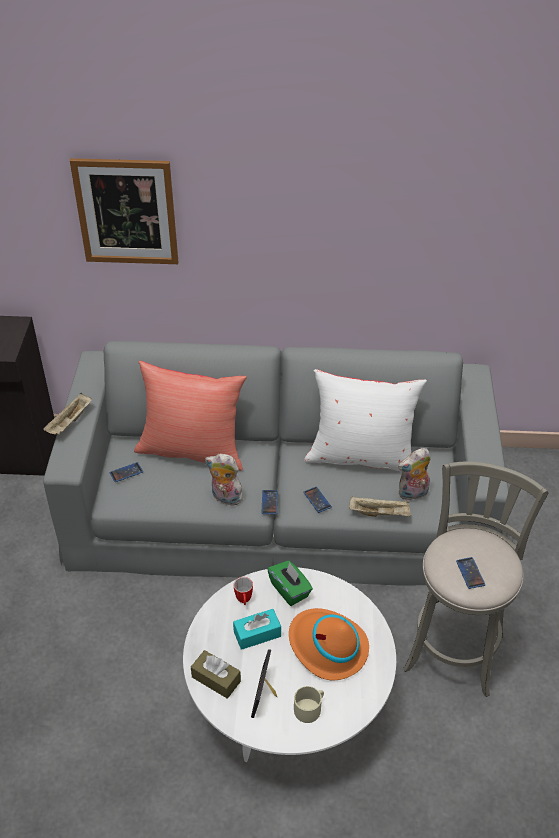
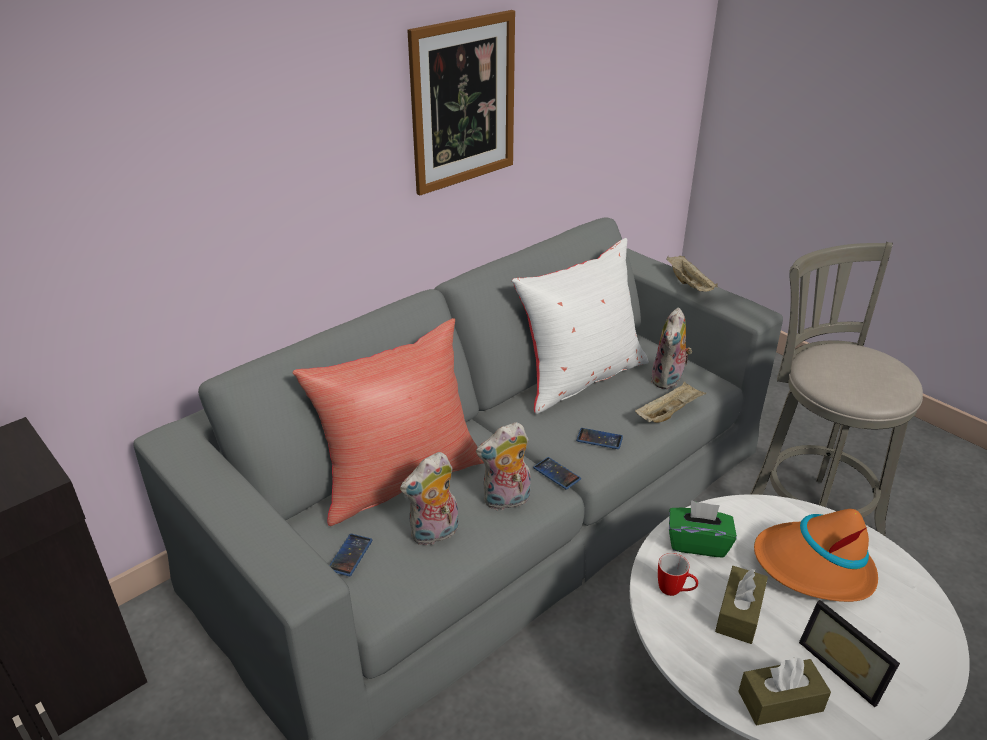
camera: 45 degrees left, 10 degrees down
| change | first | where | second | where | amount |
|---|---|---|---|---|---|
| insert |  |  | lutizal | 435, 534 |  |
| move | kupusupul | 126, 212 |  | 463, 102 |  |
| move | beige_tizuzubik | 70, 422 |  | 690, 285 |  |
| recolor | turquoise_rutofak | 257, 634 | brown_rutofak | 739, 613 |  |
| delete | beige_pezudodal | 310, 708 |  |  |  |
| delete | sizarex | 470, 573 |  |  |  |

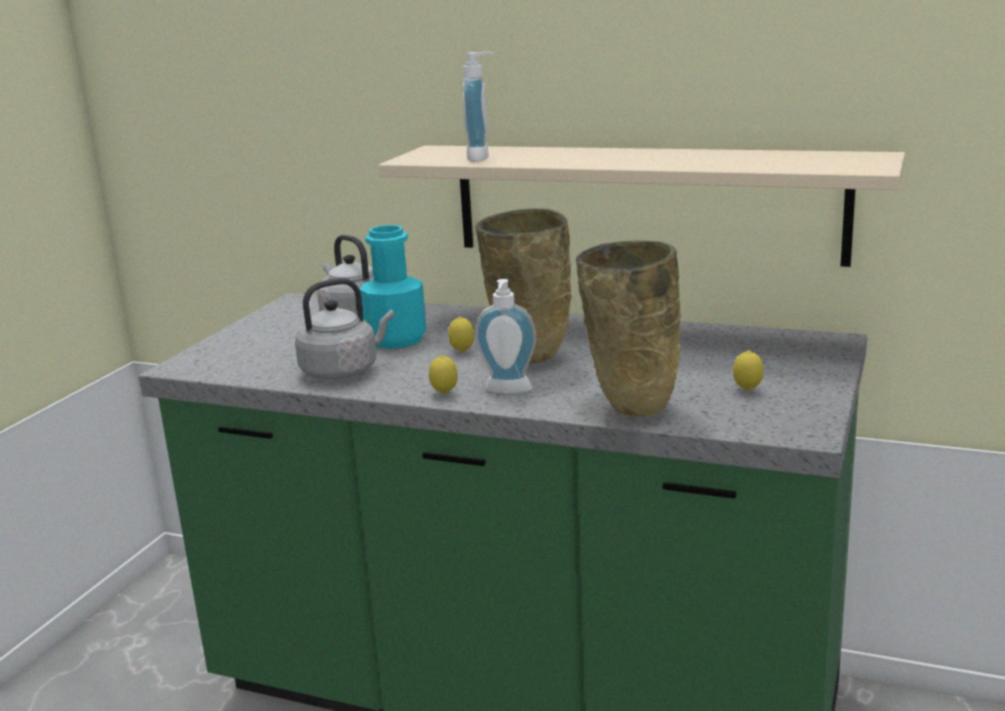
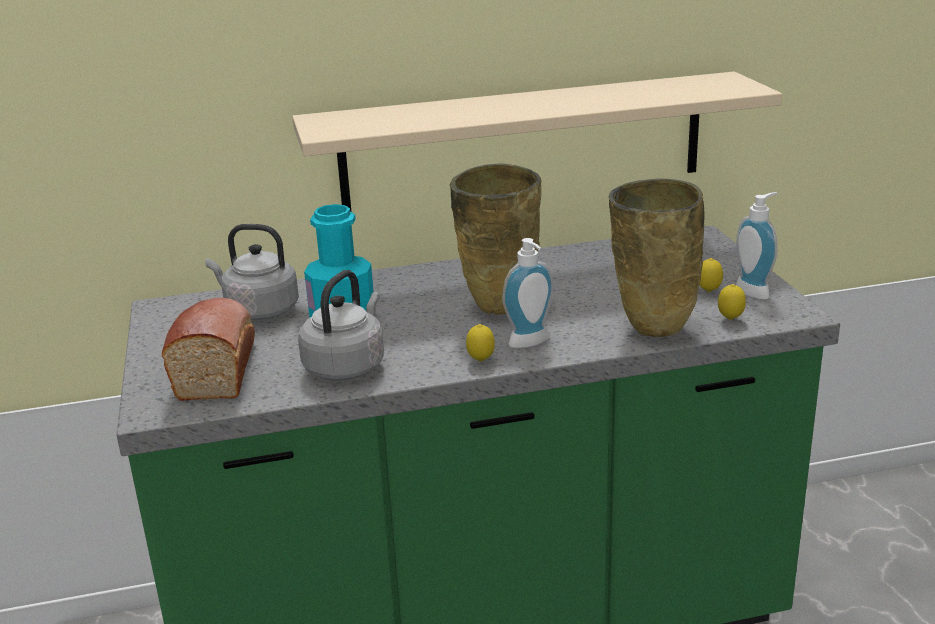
camera: 35 degrees left, 5 degrees up
| change | first | where | second | where | amount |
|---|---|---|---|---|---|
| insert |  |  | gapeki | 218, 368 |  |
| move | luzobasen | 462, 352 |  | 730, 319 |  |
| move | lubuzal | 483, 157 |  | 756, 291 |  |

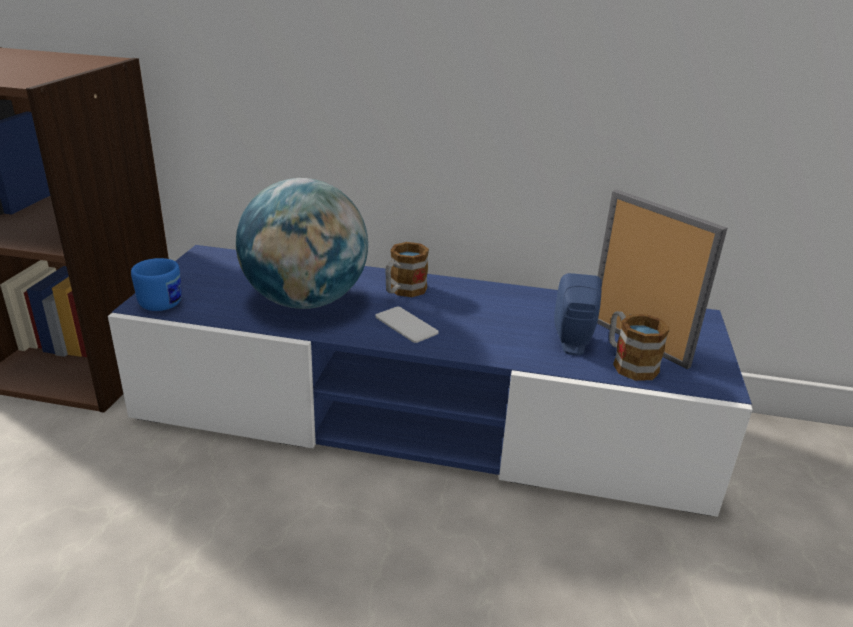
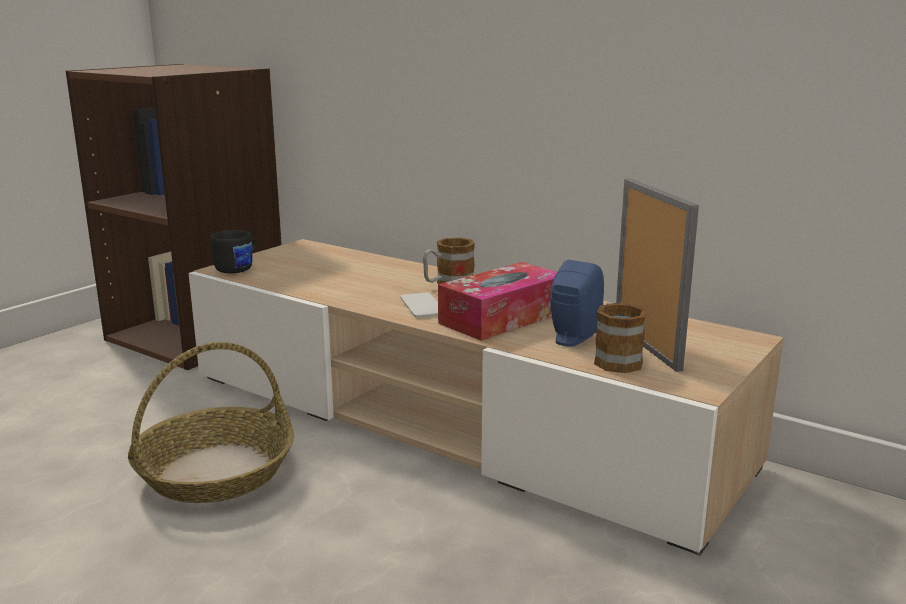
camera: 25 degrees right, 10 degrees down
| change | first | where | second | where | amount |
|---|---|---|---|---|---|
| insert |  |  | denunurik | 216, 471 |  |
| recolor | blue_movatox | 421, 417 | beige_movatox | 453, 419 |  |
| recolor | blue_pezudodal | 164, 301 | black_pezudodal | 239, 268 |  |
| insert |  |  | rutofak | 502, 318 |  |
| delete | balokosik | 305, 301 |  |  |  |

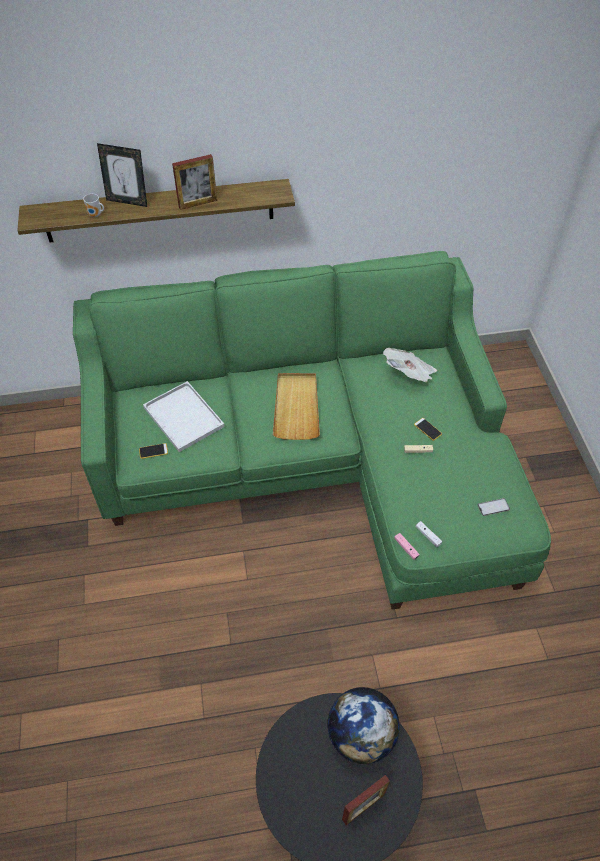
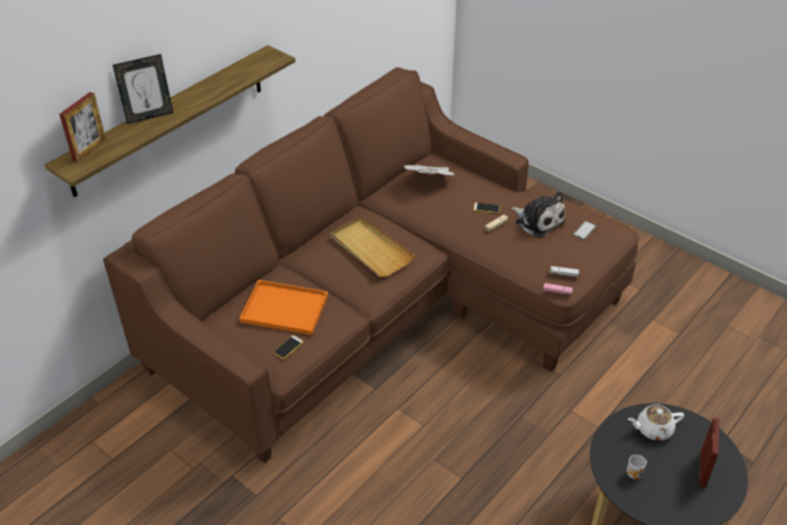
camera: 40 degrees left, 10 degrees down
| change | first | where | second | where | amount |
|---|---|---|---|---|---|
| move | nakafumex | 198, 203 |  | 89, 150 |  |
| recolor | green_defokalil | 317, 459 | brown_defokalil | 384, 307 |  |
| recolor | white_tizuzubik | 185, 417 | orange_tizuzubik | 286, 308 |  |
| insert |  |  | lutizal | 538, 221 |  |
| move | pezudodal | 96, 215 |  | 635, 474 |  |
| replace | balokosik | 361, 735 | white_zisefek | 653, 429 |  |

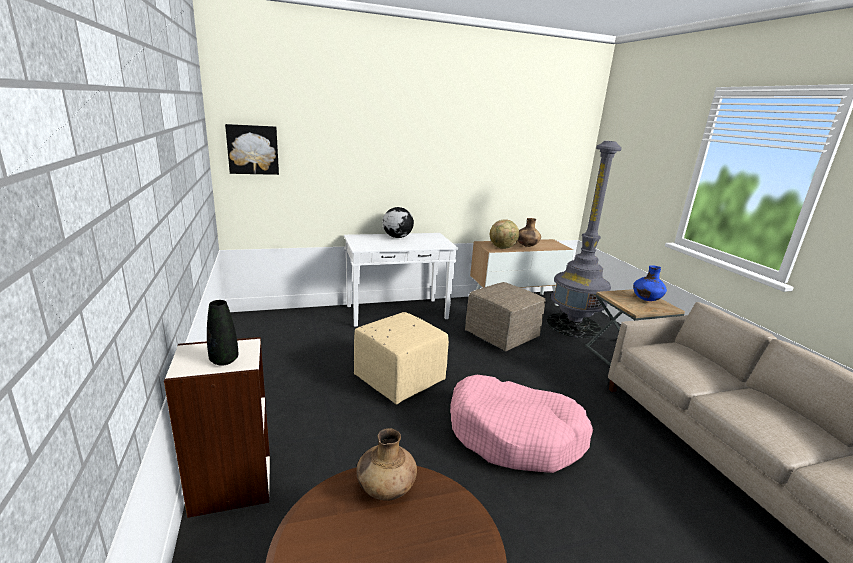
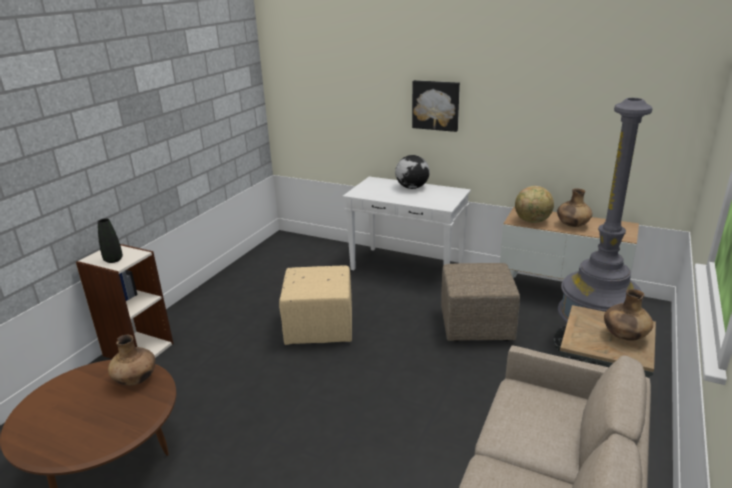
camera: 45 degrees right, 5 degrees up
| change | first | where | second | where | amount |
|---|---|---|---|---|---|
| move | kupusupul | 253, 149 |  | 436, 105 |  |
| recolor | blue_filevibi | 646, 300 | brown_filevibi | 624, 336 |  |
| delete | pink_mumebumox | 515, 435 |  |  |  |

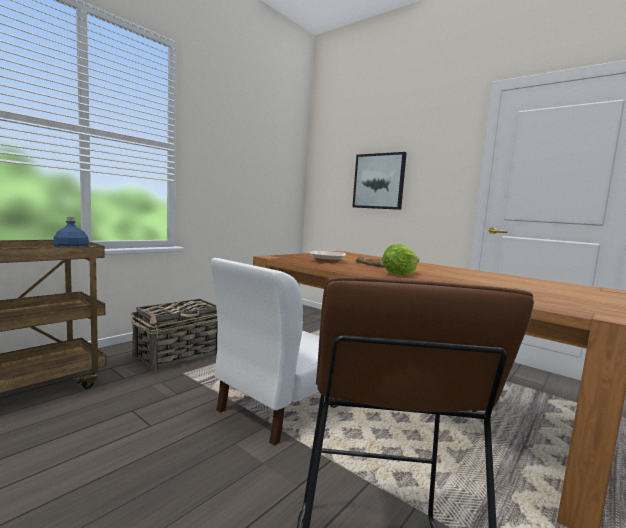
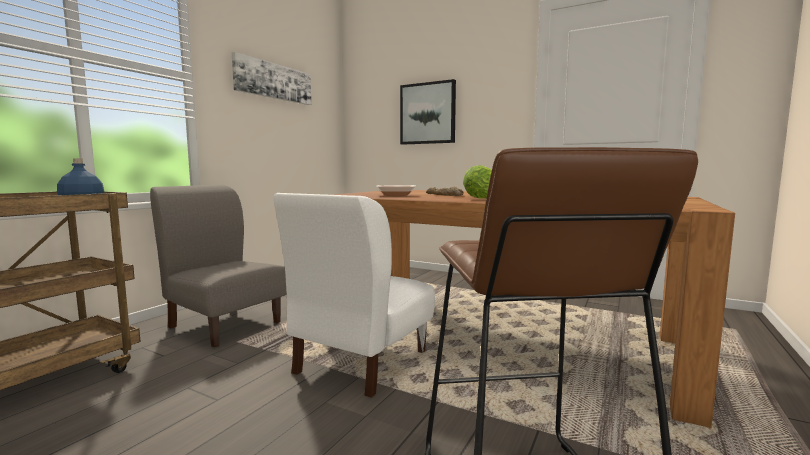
camera: 10 degrees left, 0 degrees up
| change | first | where | second | where | amount |
|---|---|---|---|---|---|
| replace | denunurik | 179, 355 | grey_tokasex | 225, 324 |  |
| insert |  |  | kupusupul | 273, 81 |  |

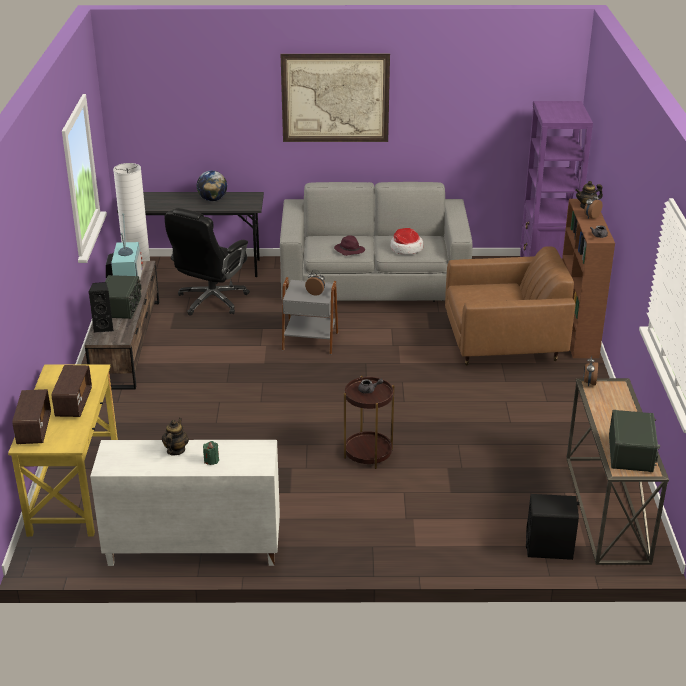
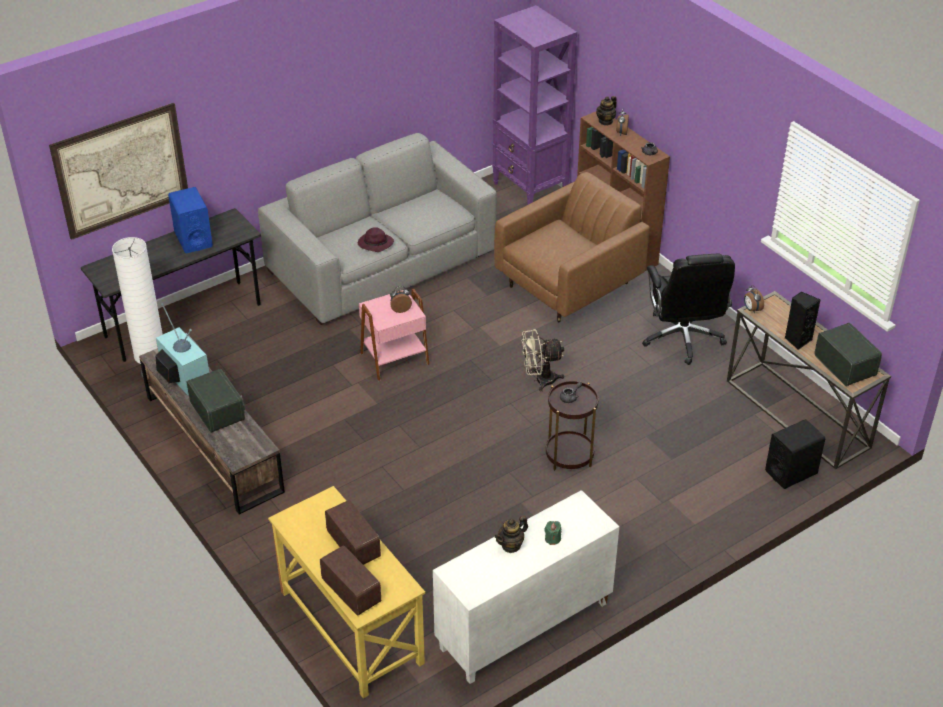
camera: 35 degrees left, 10 degrees up
| change | first | where | second | where | amount |
|---|---|---|---|---|---|
| move | kupusupul | 335, 98 |  | 121, 170 |  |
| replace | balokosik | 212, 199 | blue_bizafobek | 193, 239 |  |
| recolor | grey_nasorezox | 310, 340 | pink_nasorezox | 393, 358 |  |
| rotate | zisefek | 175, 450 |  | 511, 545 | 105 degrees counterclockwise |
| insert |  |  | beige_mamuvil | 540, 380 |  |
| move | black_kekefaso | 211, 301 |  | 683, 338 |  |
| move | black_bizafobek | 104, 327 |  | 797, 340 |  |
| delete | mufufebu | 405, 249 |  |  |  |

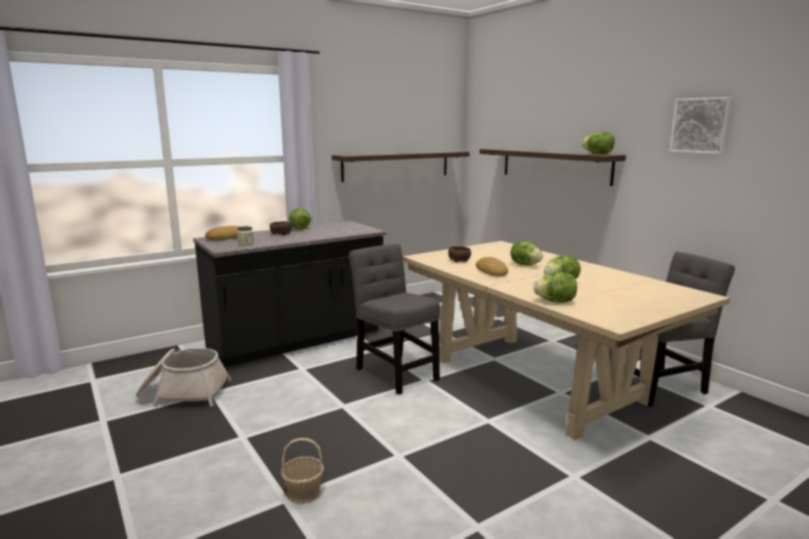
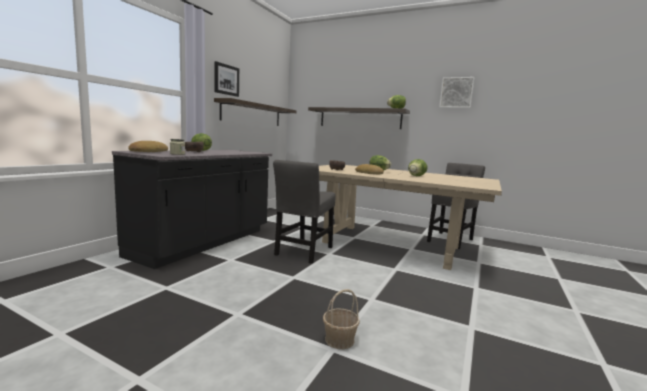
camera: 30 degrees left, 5 degrees down
| change | first | where | second | where | amount |
|---|---|---|---|---|---|
| insert |  |  | kupusupul | 226, 80 |  |
| rotate | grey_tokasex | 395, 372 |  | 303, 252 | 90 degrees counterclockwise |
| delete | denunurik | 183, 393 |  |  |  |
| delete | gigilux | 555, 301 |  |  |  |

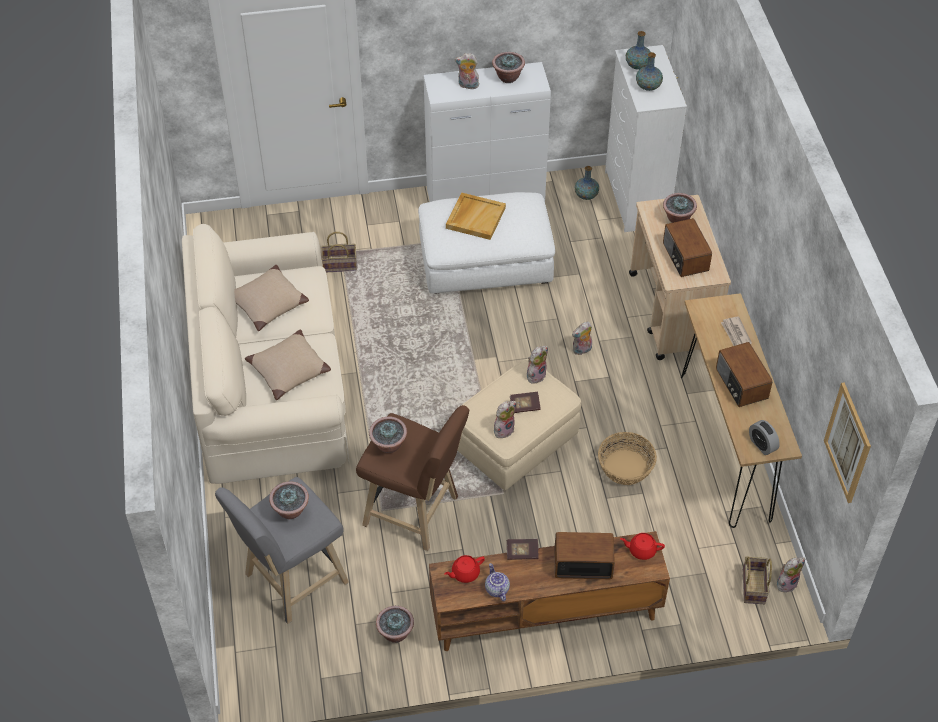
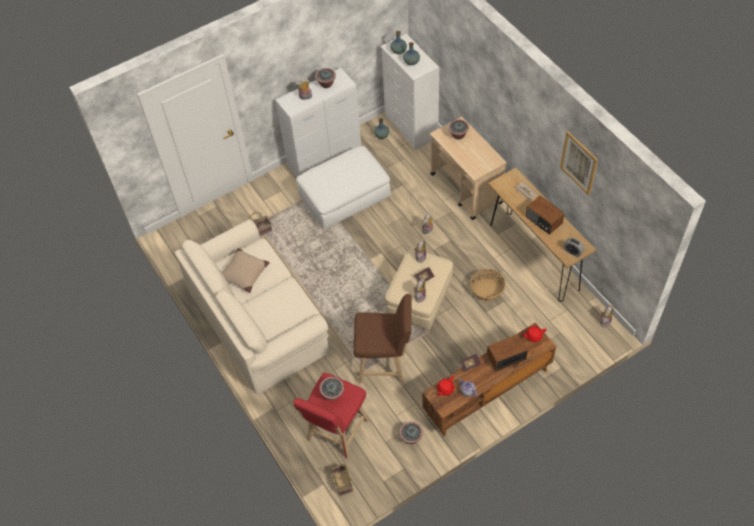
camera: 20 degrees left, 5 degrees up
| change | first | where | second | where | amount |
|---|---|---|---|---|---|
| recolor | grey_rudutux | 291, 581 | red_rudutux | 336, 433 |  |
| move | denunurik | 752, 586 |  | 342, 482 |  |
| move | kupusupul | 847, 443 |  | 579, 163 |  |
| delete | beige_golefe | 289, 370 |  |  |  |
| delete | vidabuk | 389, 445 |  |  |  |
| delete | beige_tizuzubik | 475, 217 |  |  |  |
| delete | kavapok | 684, 257 |  |  |  |

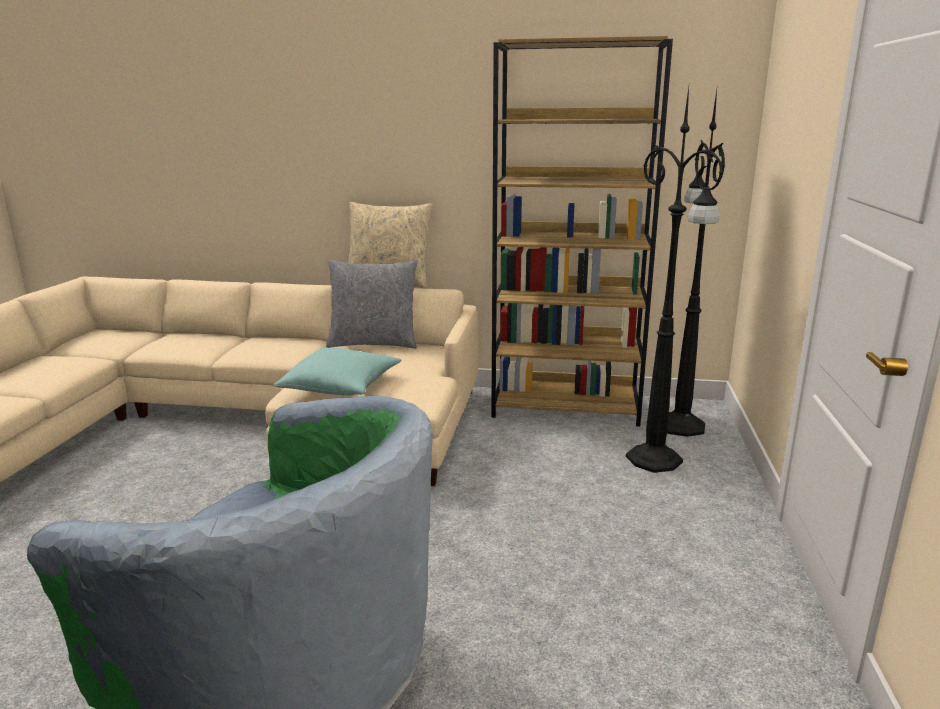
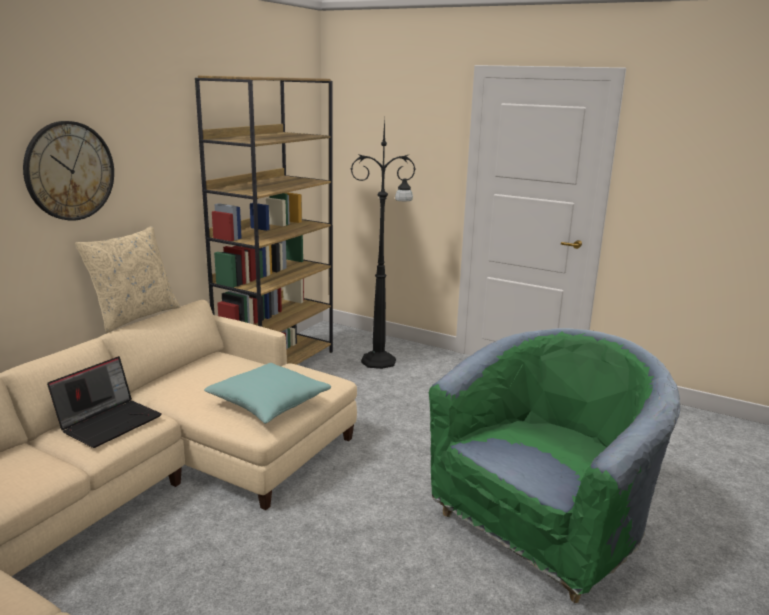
camera: 70 degrees left, 0 degrees up
| change | first | where | second | where | amount |
|---|---|---|---|---|---|
| insert |  |  | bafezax | 69, 171 |  |
| insert |  |  | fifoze | 110, 422 |  |
| delete | grey_golefe | 374, 343 |  |  |  |
| delete | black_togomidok | 680, 424 |  |  |  |

